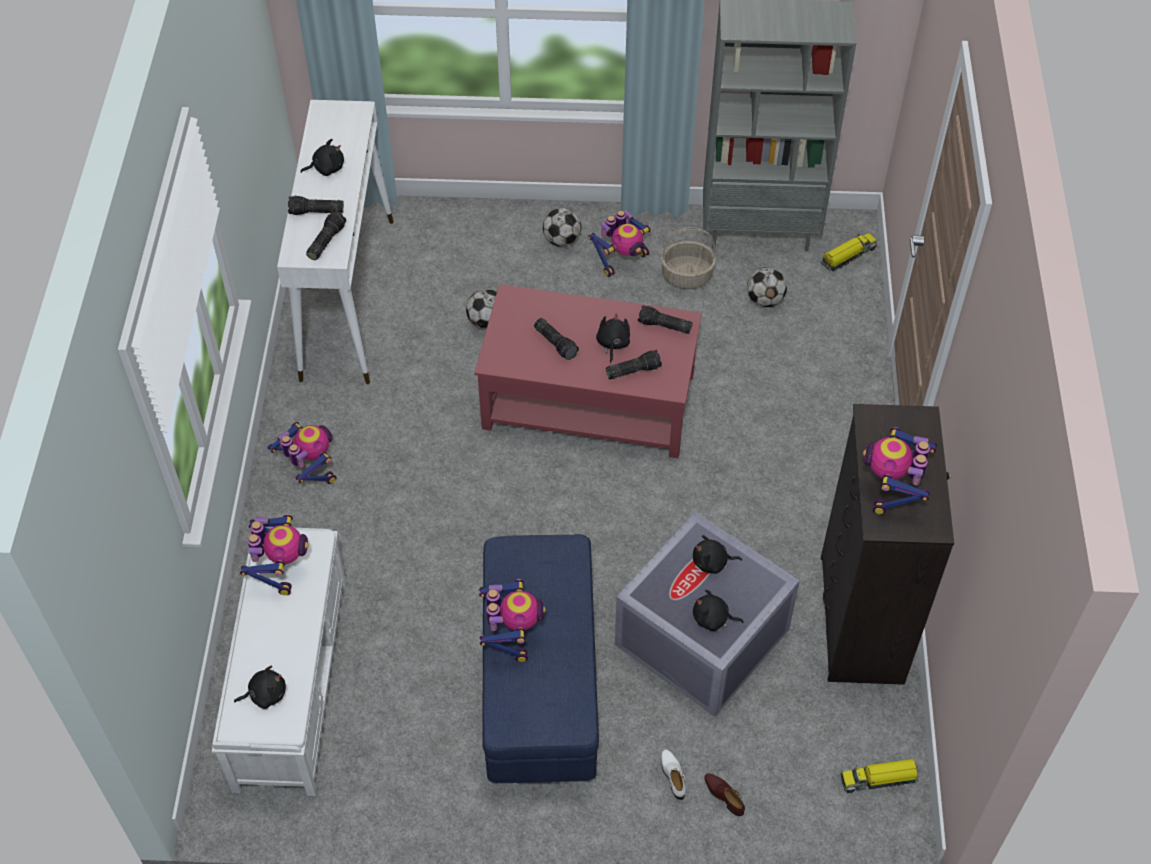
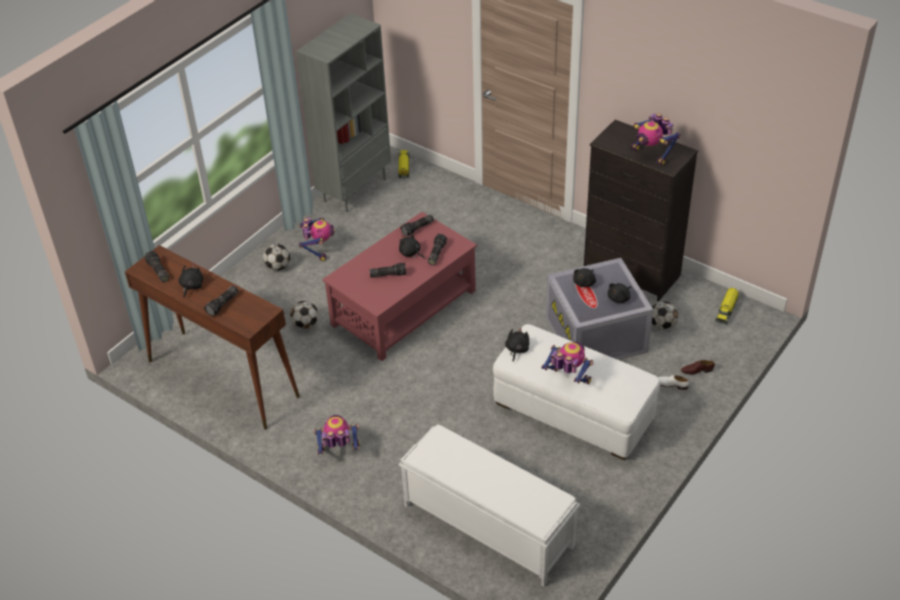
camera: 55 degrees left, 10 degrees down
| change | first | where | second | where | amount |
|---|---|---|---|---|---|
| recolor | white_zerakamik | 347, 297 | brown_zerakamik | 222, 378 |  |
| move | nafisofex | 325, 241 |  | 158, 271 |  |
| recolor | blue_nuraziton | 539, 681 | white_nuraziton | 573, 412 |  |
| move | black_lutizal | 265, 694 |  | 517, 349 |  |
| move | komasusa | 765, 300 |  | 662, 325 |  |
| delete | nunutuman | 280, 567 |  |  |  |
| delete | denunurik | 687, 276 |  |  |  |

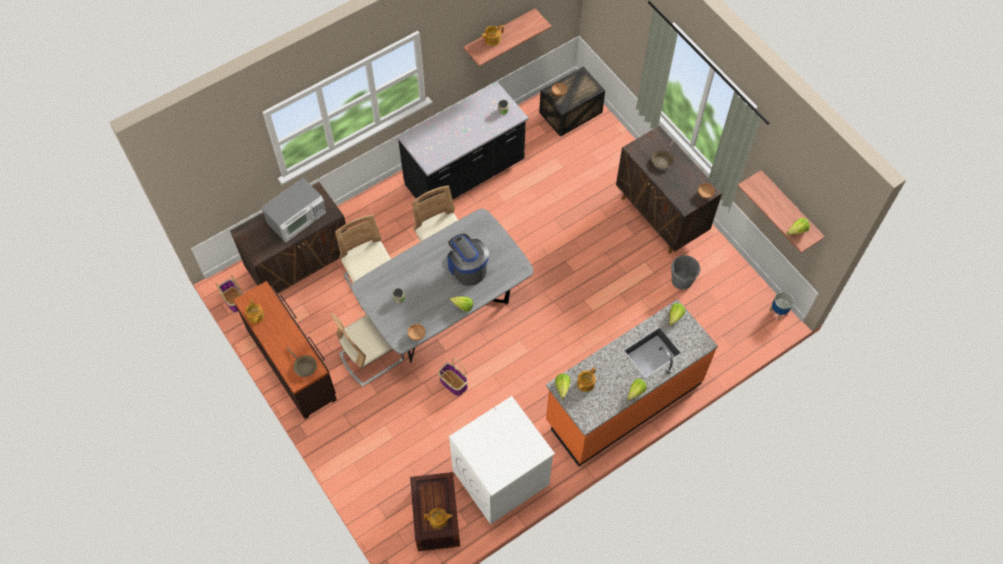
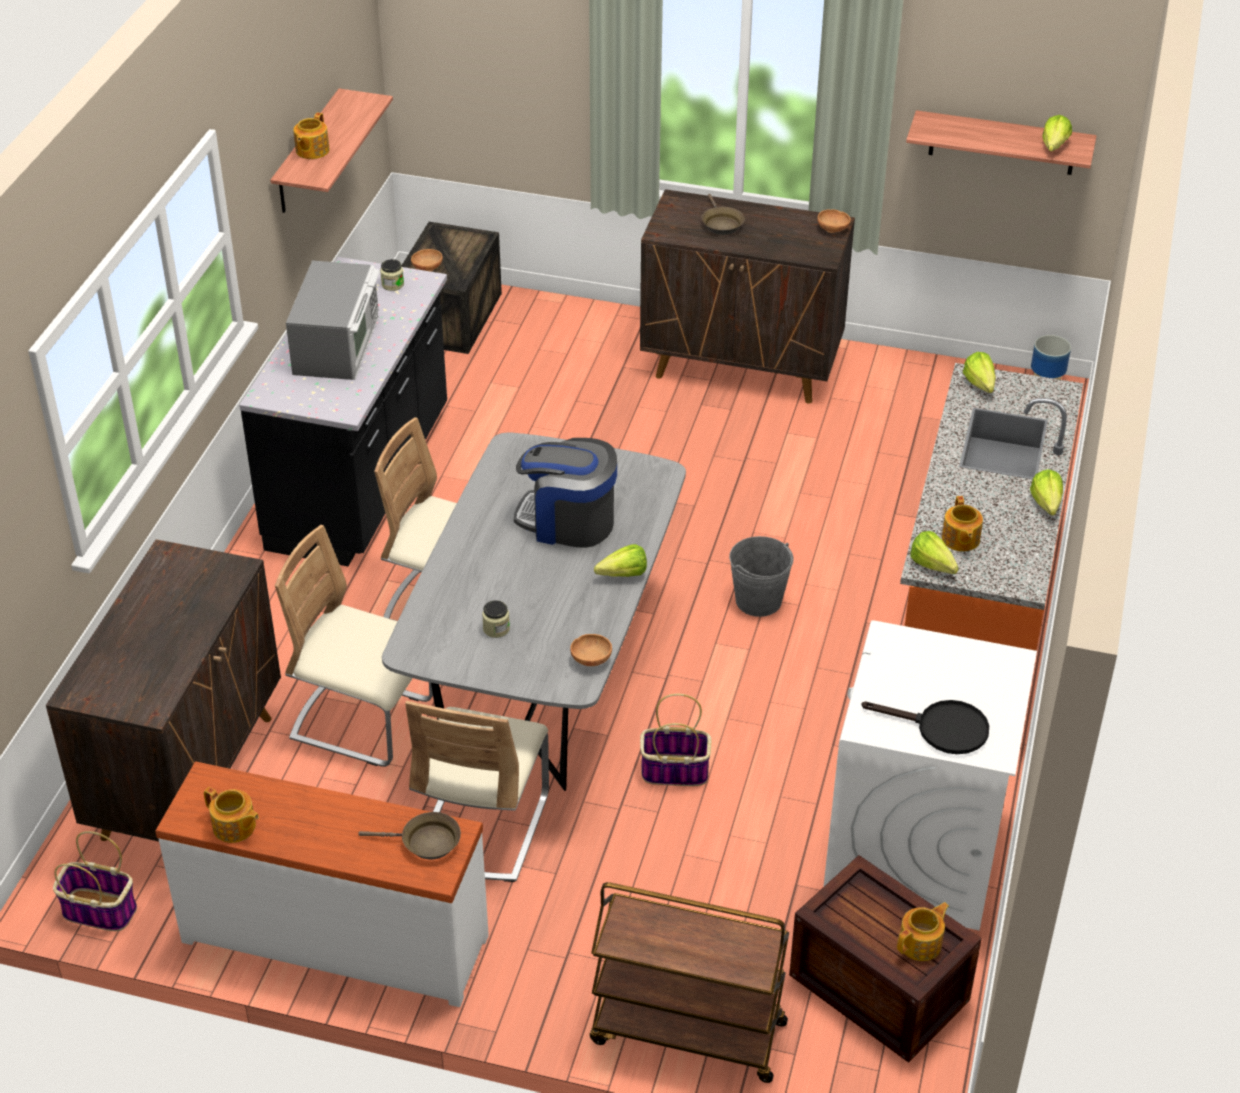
camera: 40 degrees left, 20 degrees down
| change | first | where | second | where | amount |
|---|---|---|---|---|---|
| recolor | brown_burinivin | 292, 364 | white_burinivin | 336, 935 |  |
| move | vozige | 297, 218 |  | 338, 345 |  |
| insert |  |  | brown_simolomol | 686, 1033 |  |
| move | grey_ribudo | 681, 280 |  | 758, 600 |  |
| insert |  |  | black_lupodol | 942, 729 |  |

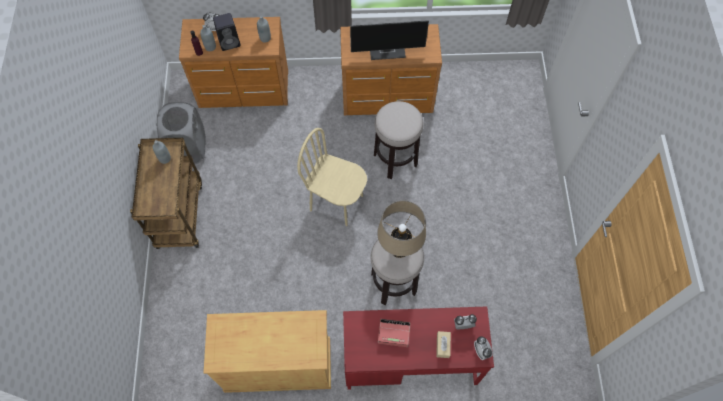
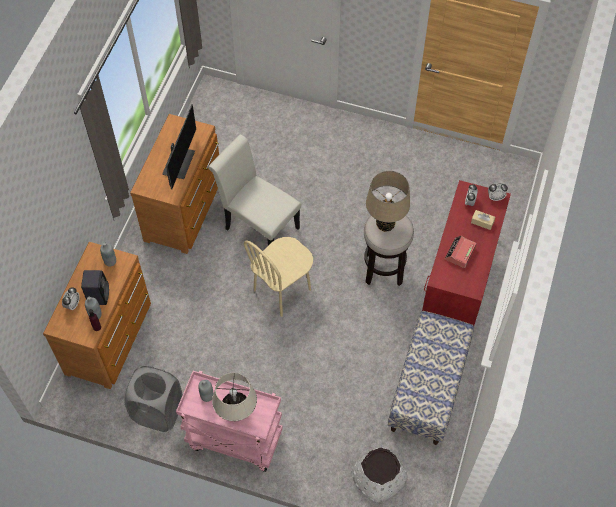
camera: 70 degrees left, 5 degrees down
| change | first | where | second | where | amount |
|---|---|---|---|---|---|
| recolor | brown_simolomol | 179, 214 | pink_simolomol | 233, 440 |  |
| replace | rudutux | 395, 159 | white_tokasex | 258, 226 |  |
| insert |  |  | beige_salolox | 236, 413 |  |
| insert |  |  | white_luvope | 378, 477 |  |
| replace | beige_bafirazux | 278, 364 | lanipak | 428, 389 |  |

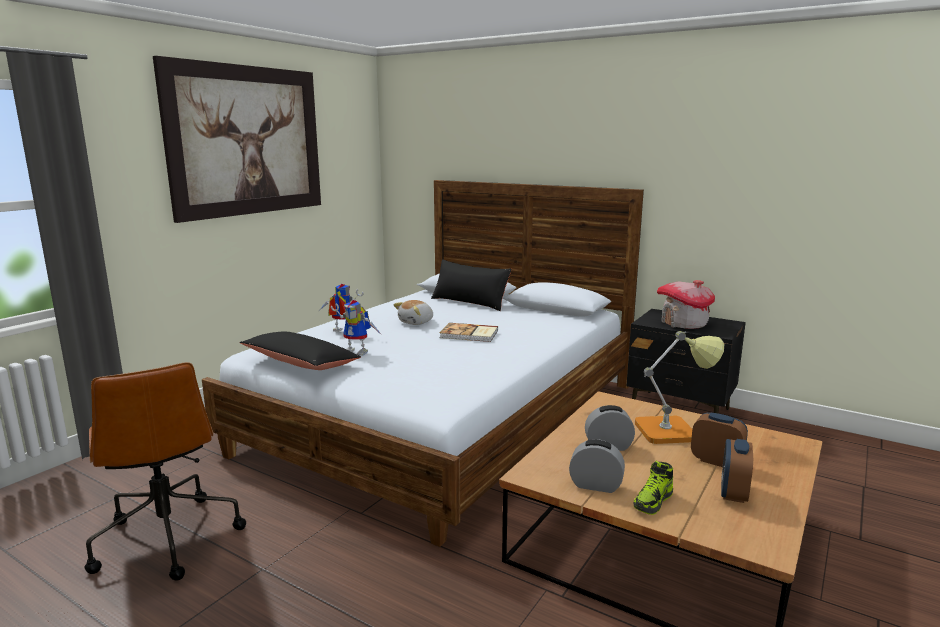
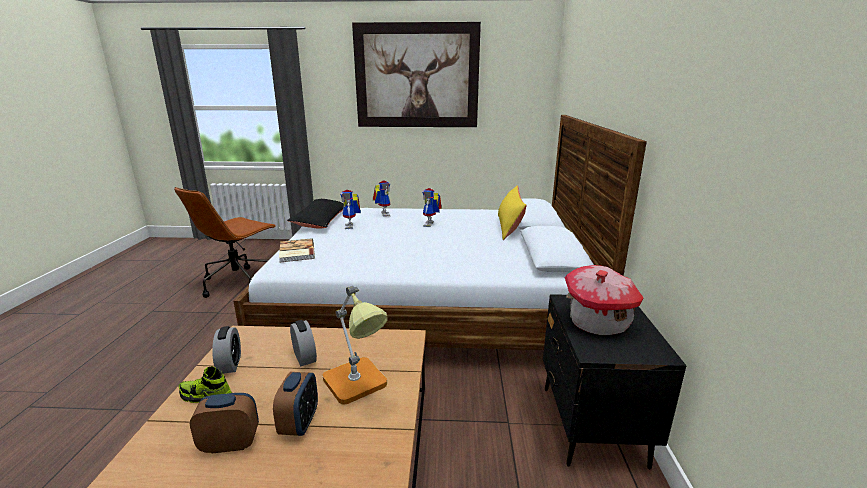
camera: 60 degrees right, 5 degrees up
| change | first | where | second | where | amount |
|---|---|---|---|---|---|
| move | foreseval | 469, 334 |  | 296, 252 |  |
| replace | lutizal | 416, 322 | nunutuman | 430, 225 |  |
| recolor | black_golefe | 470, 302 | yellow_golefe | 509, 227 |  |

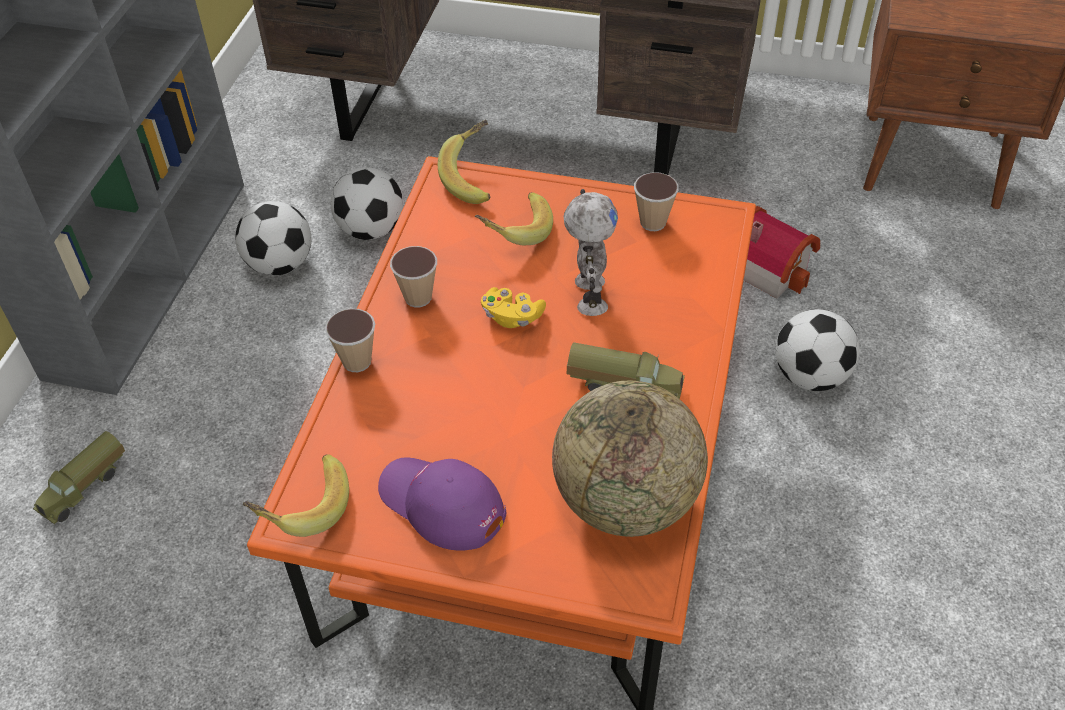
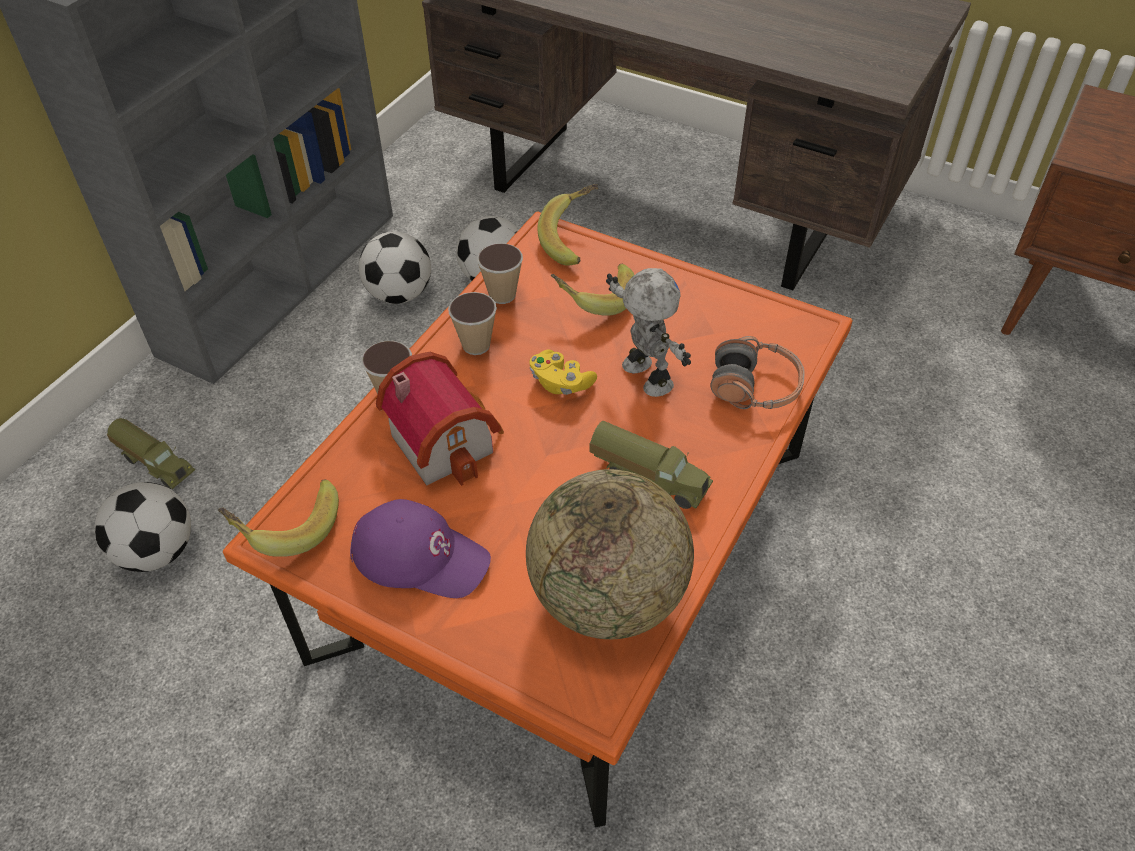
camera: 15 degrees right, 0 degrees up
| change | first | where | second | where | amount |
|---|---|---|---|---|---|
| move | komasusa | 810, 376 |  | 157, 551 |  |
| rotate | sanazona | 85, 488 |  | 156, 463 | 105 degrees counterclockwise |
| rotate | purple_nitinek | 441, 504 |  | 421, 556 | 150 degrees clockwise |
| move | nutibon | 770, 267 |  | 446, 440 |  |
| move | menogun | 653, 222 |  | 502, 295 |  |
| rotate | nunutuman | 588, 295 |  | 645, 377 | 45 degrees counterclockwise |
| insert |  |  | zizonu | 755, 387 |  |

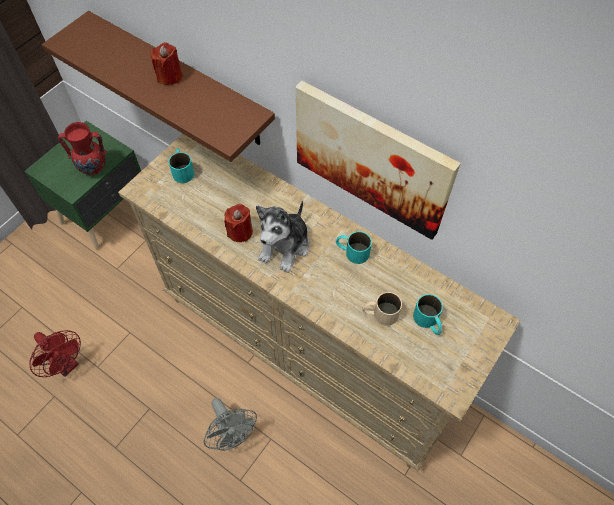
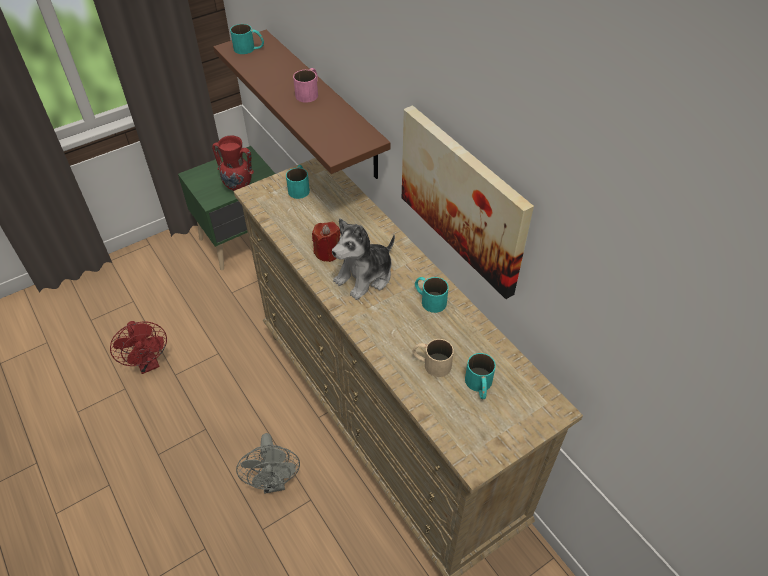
camera: 20 degrees right, 10 degrees down
| change | first | where | second | where | amount |
|---|---|---|---|---|---|
| insert |  |  | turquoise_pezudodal | 249, 49 |  |
| replace | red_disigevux | 169, 76 | pink_pezudodal | 309, 92 |  |

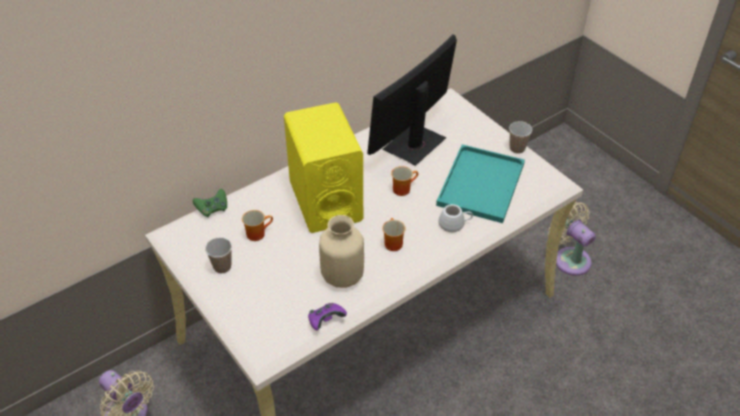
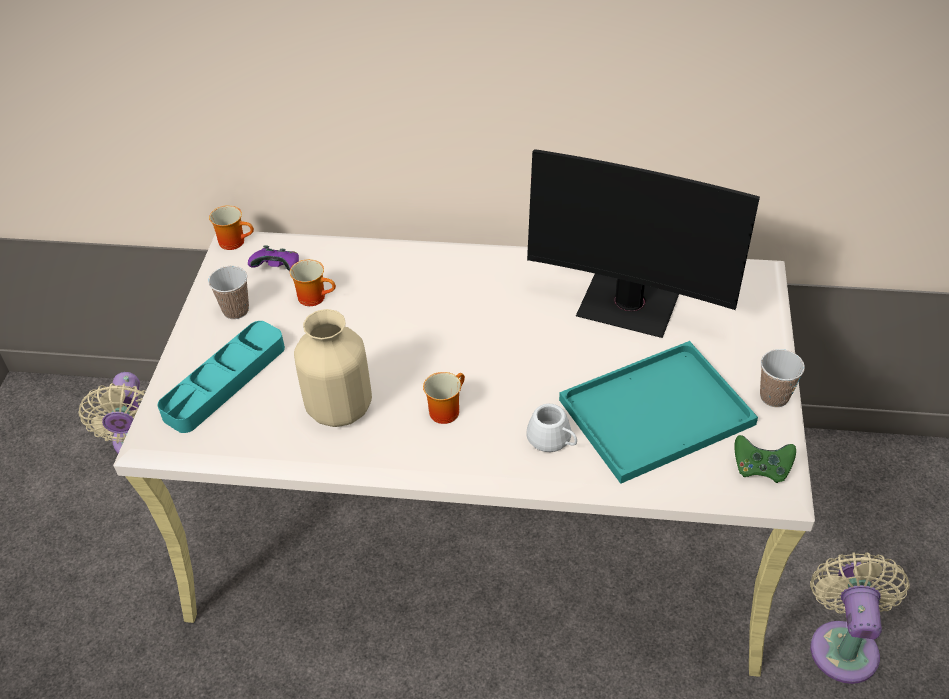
camera: 45 degrees right, 0 degrees up
| change | first | where | second | where | amount |
|---|---|---|---|---|---|
| insert |  |  | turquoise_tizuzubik | 225, 381 |  |
| move | pezudodal | 402, 188 |  | 235, 241 |  |
| move | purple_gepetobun | 326, 321 |  | 278, 269 |  |
| rotate | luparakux | 414, 145 |  | 628, 305 | 150 degrees counterclockwise |
| move | green_gepetobun | 212, 209 |  | 760, 469 |  |
| delete | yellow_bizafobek | 325, 201 |  |  |  |

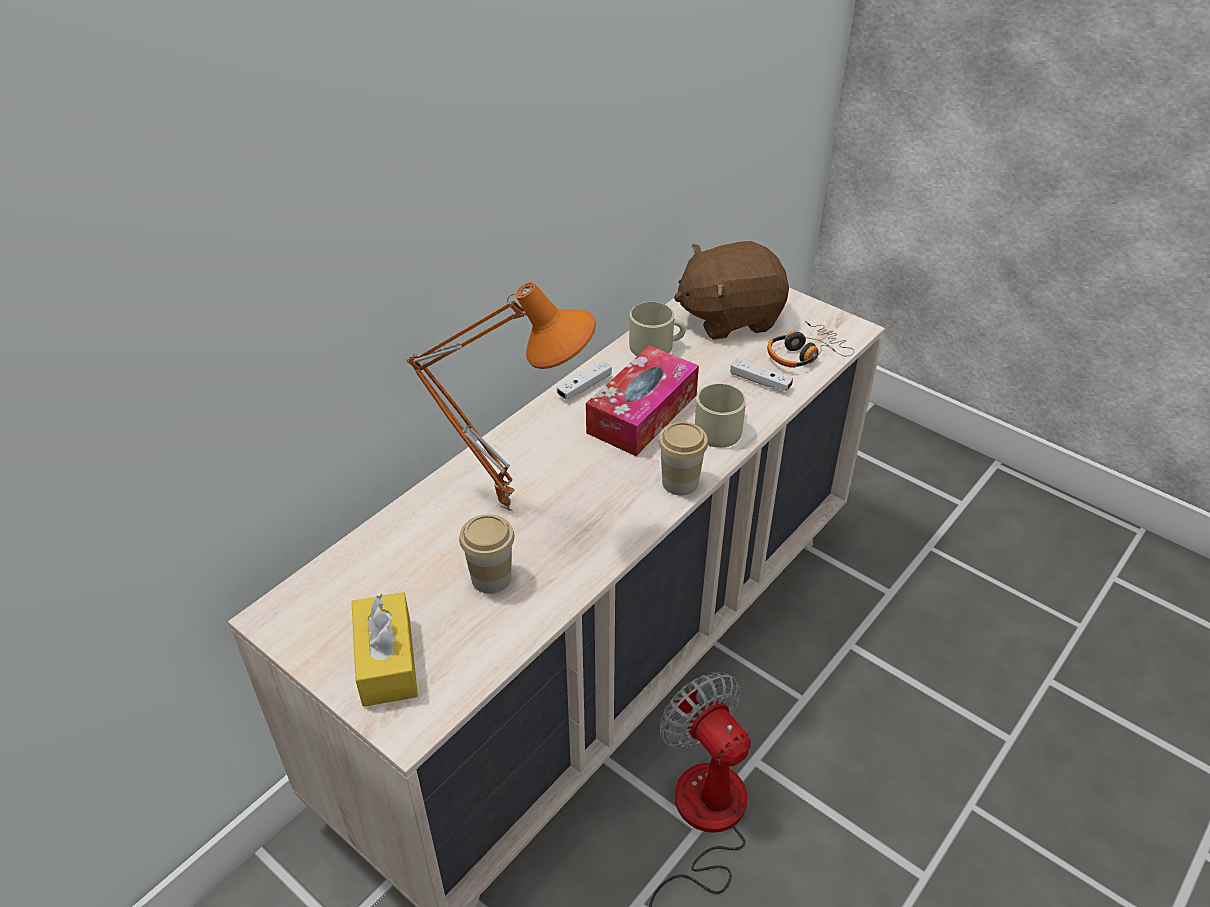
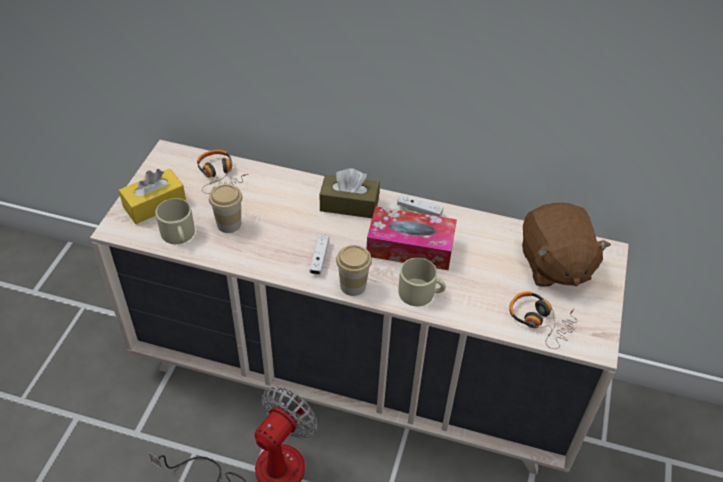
camera: 65 degrees right, 5 degrees up
| change | first | where | second | where | amount |
|---|---|---|---|---|---|
| move | beige_pezudodal | 656, 346 |  | 179, 235 |  |
| insert |  |  | zizonu | 219, 176 |  |
| move | white_gepetobun | 760, 381 |  | 319, 258 |  |
| insert |  |  | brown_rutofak | 349, 205 |  |
| rotate | brown_lutizal | 729, 317 |  | 554, 265 | 150 degrees counterclockwise |
| delete | orange_salolox | 509, 505 |  |  |  |

